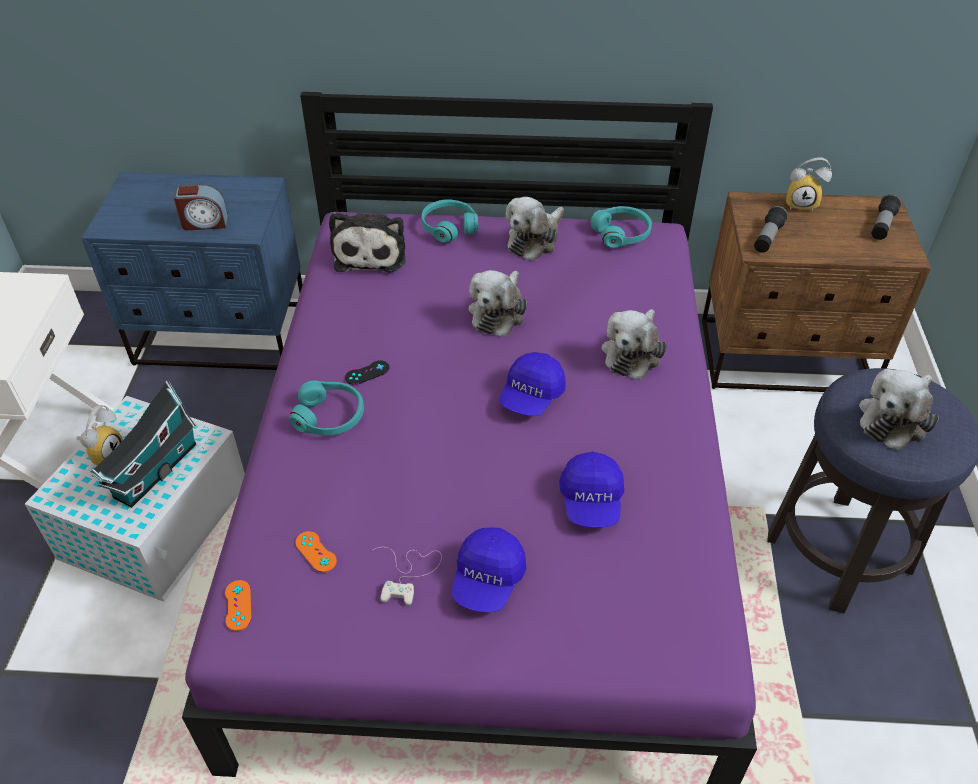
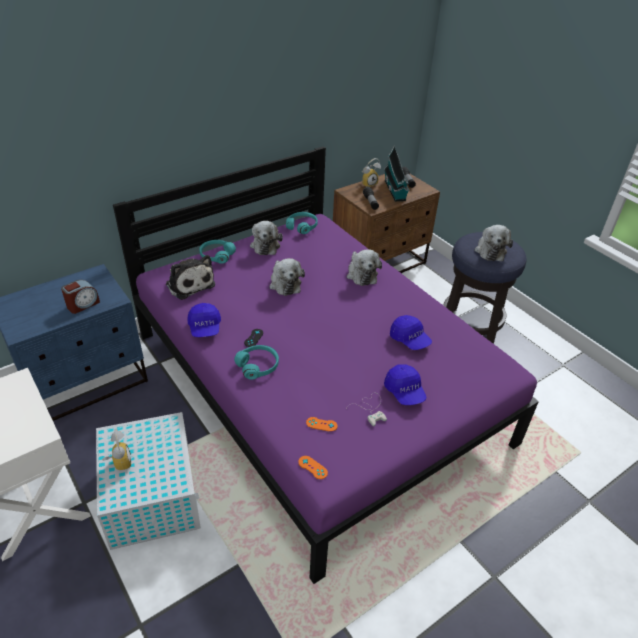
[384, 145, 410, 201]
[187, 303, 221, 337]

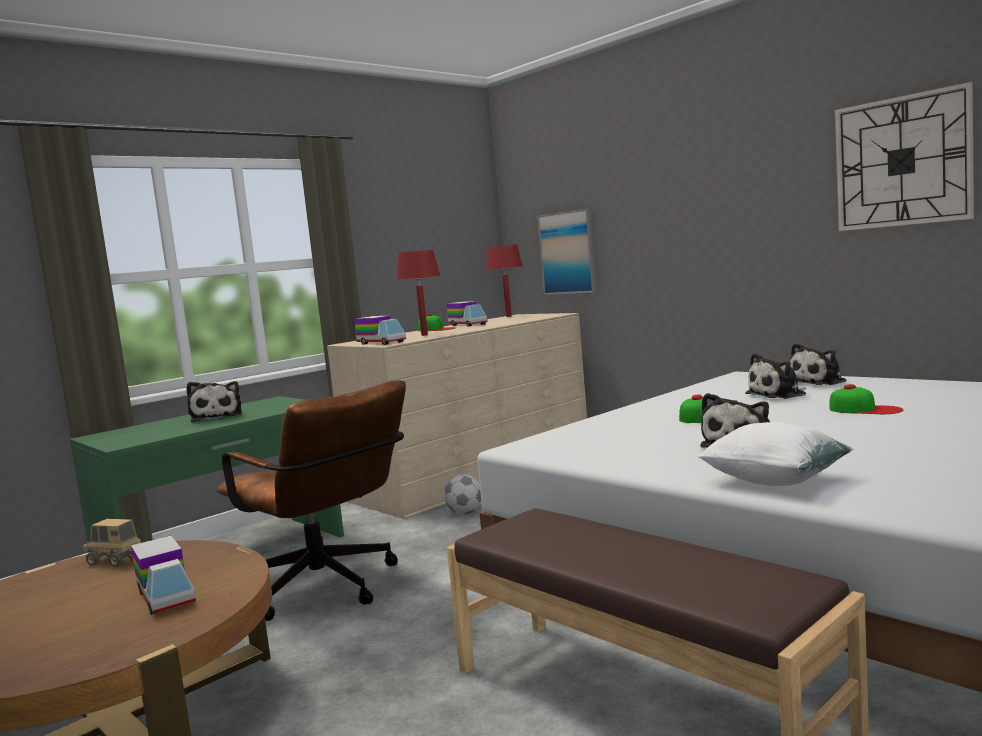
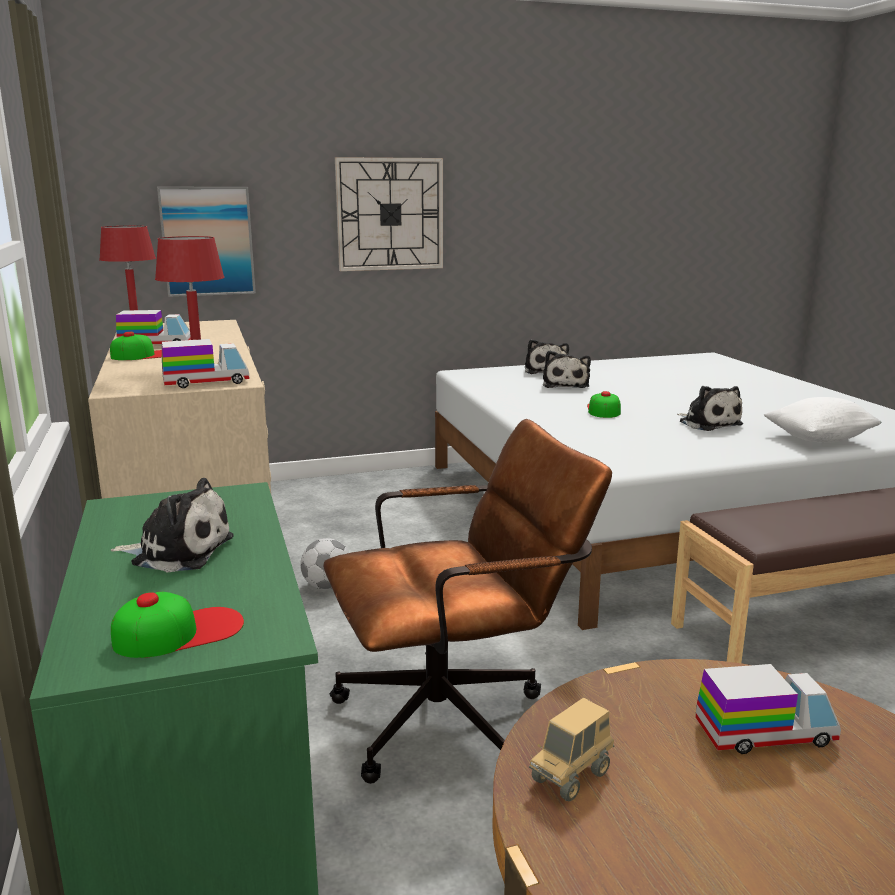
[111, 592, 244, 658]
[335, 157, 443, 271]

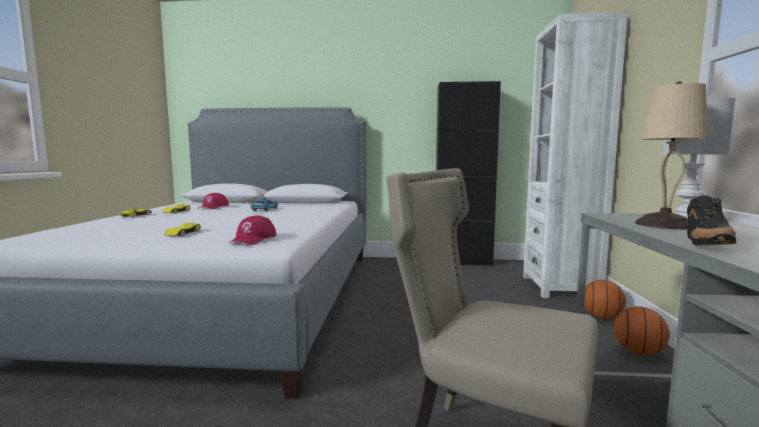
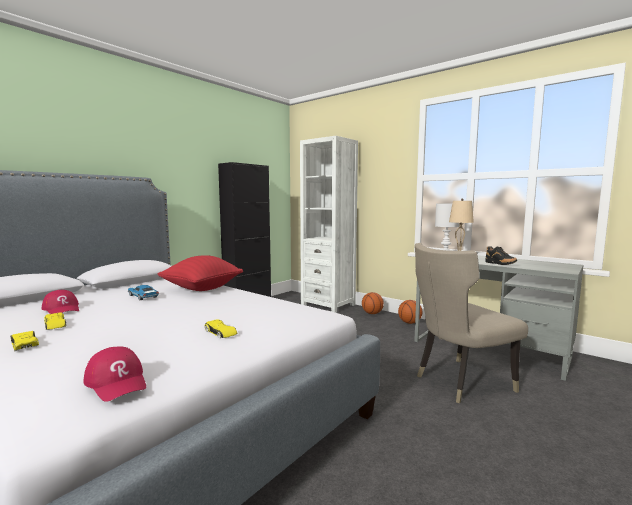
[84, 347, 146, 402]
[157, 255, 243, 291]

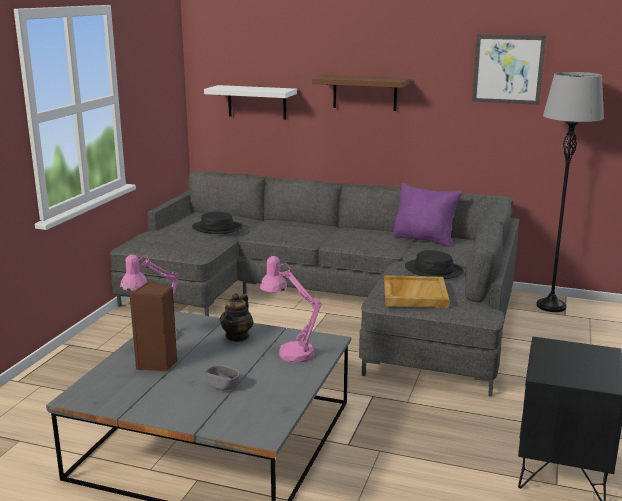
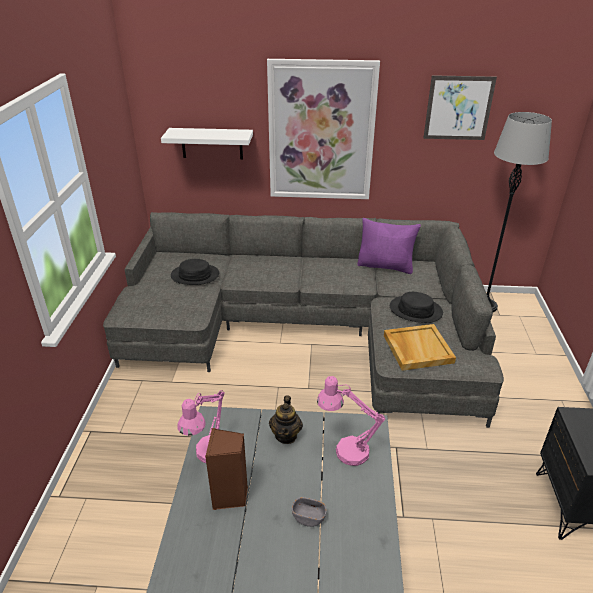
[267, 59, 380, 199]

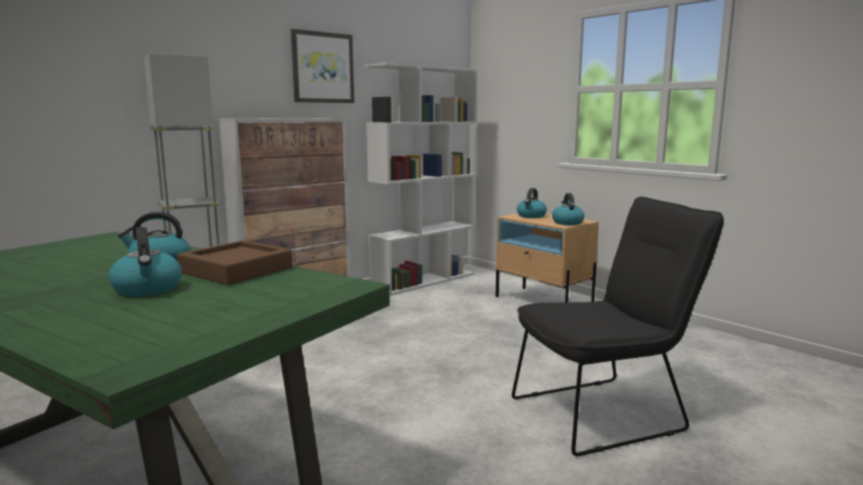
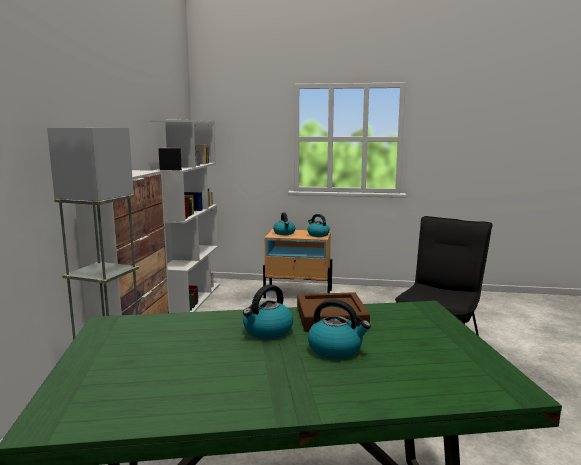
[291, 29, 354, 103] (first image)

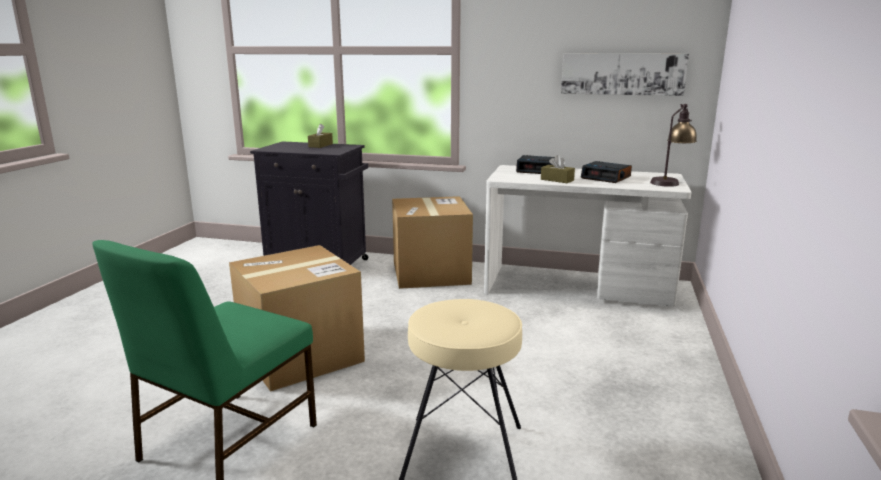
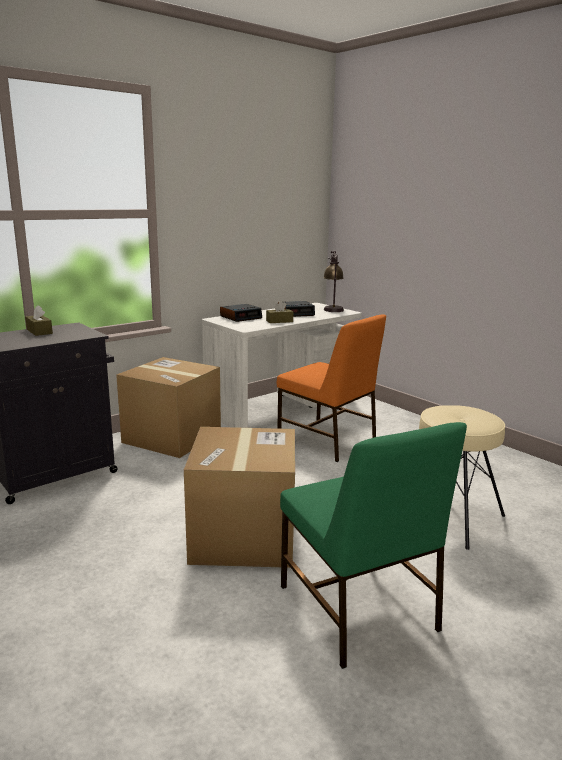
[561, 53, 689, 96] (first image)
[277, 314, 386, 462]

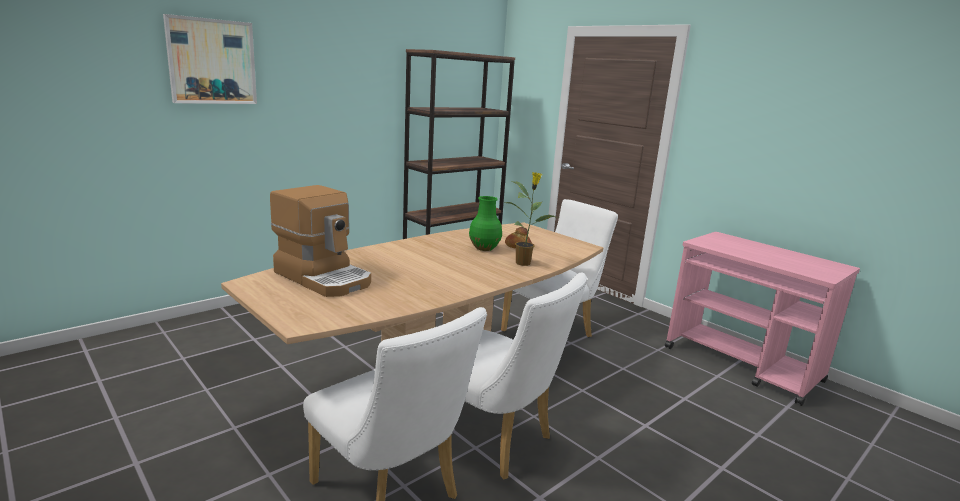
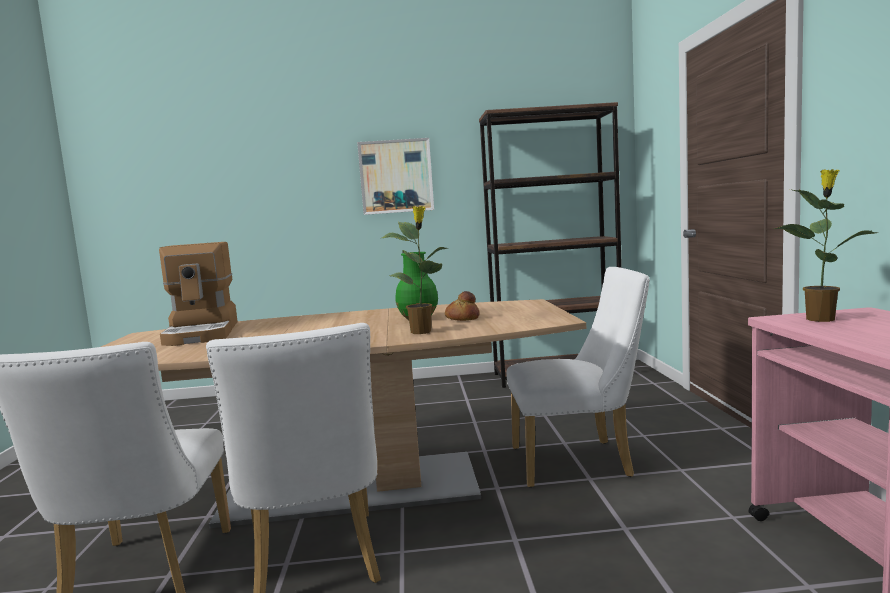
[357, 138, 434, 215]
[773, 169, 879, 322]

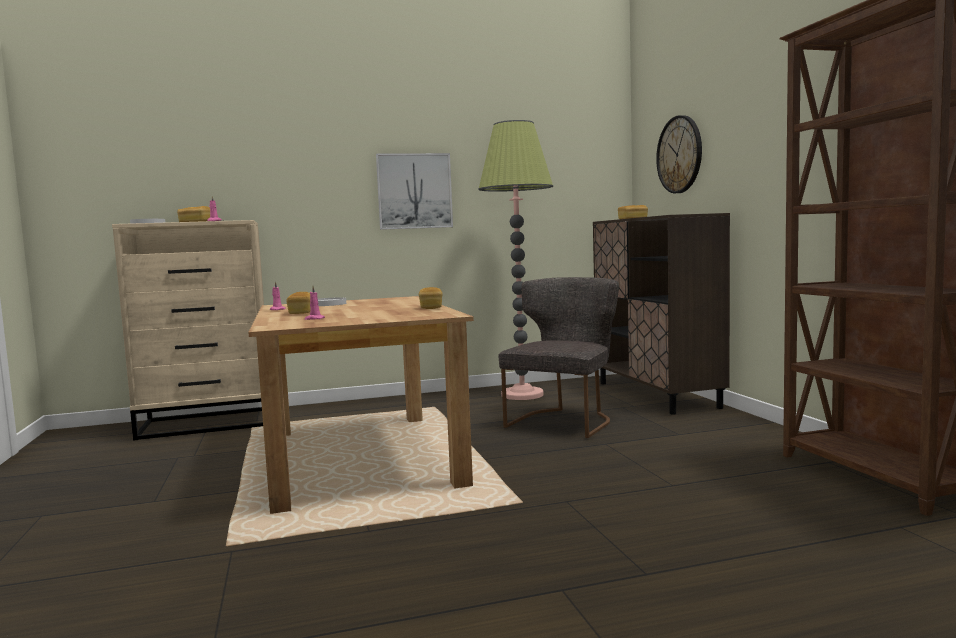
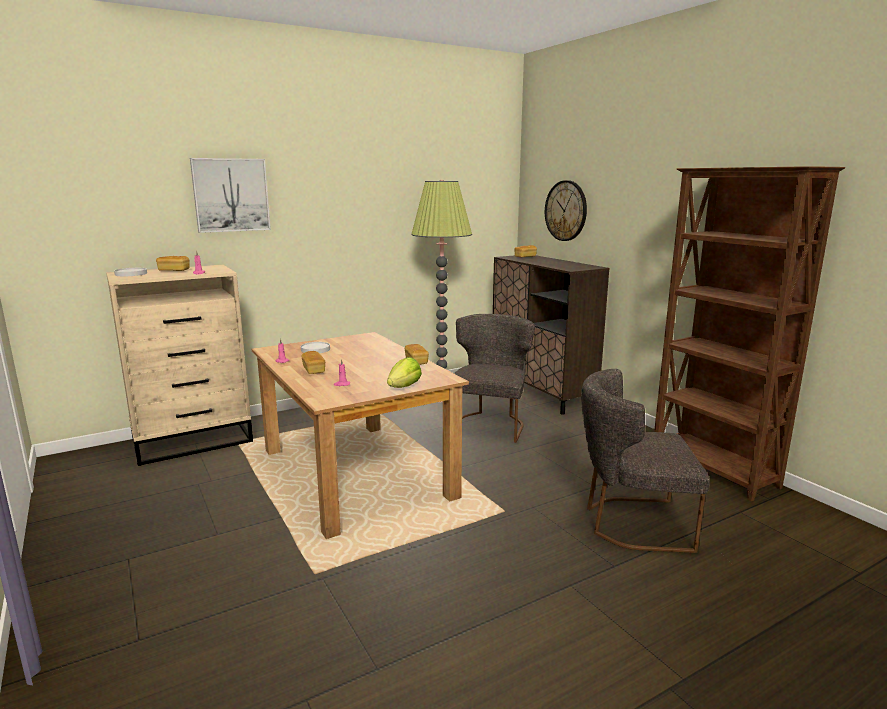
[190, 158, 271, 233]
[387, 357, 422, 388]
[581, 369, 710, 553]

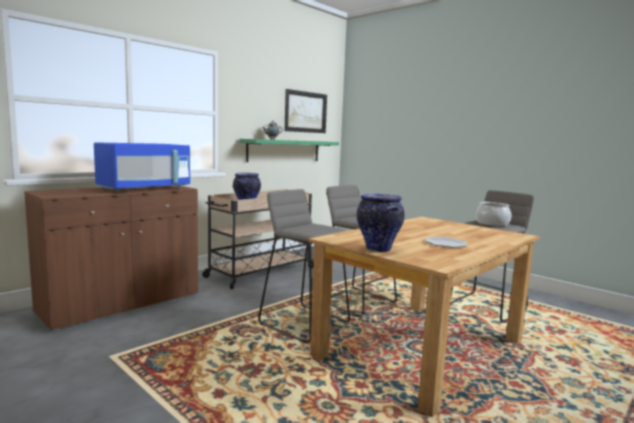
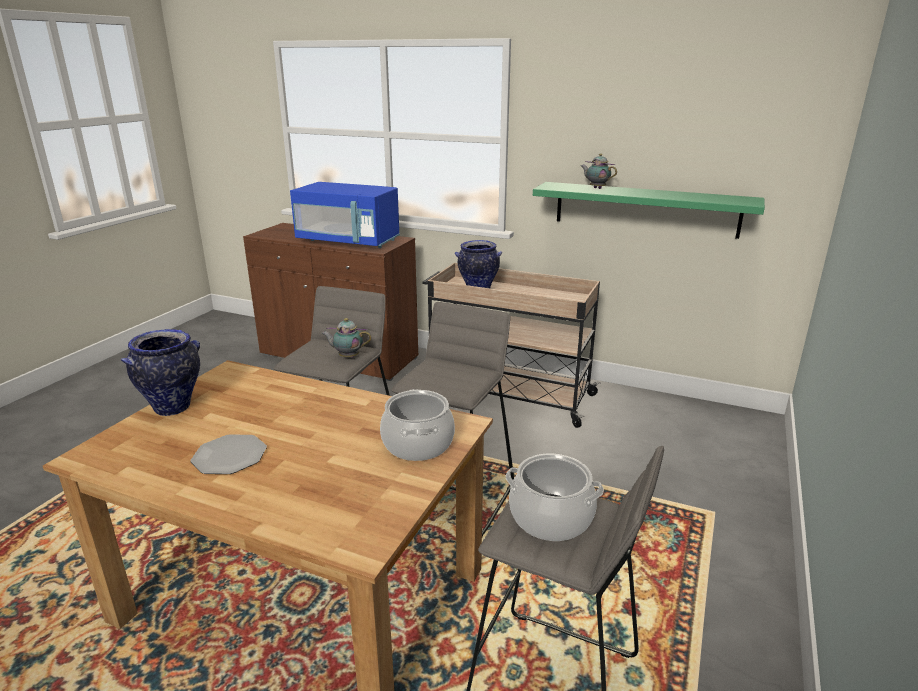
[285, 89, 327, 133] (first image)
[321, 318, 371, 358]
[380, 389, 455, 461]

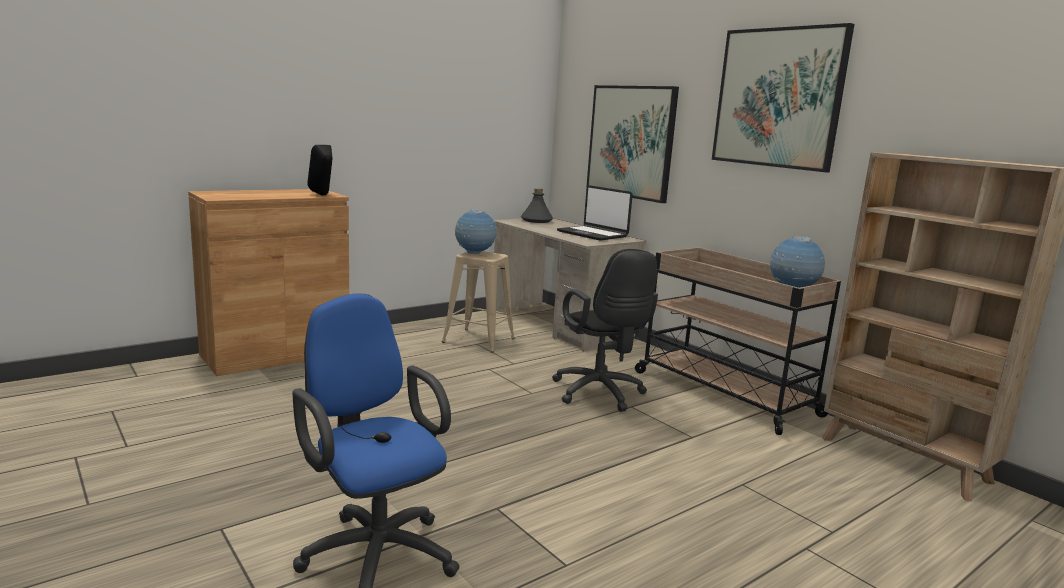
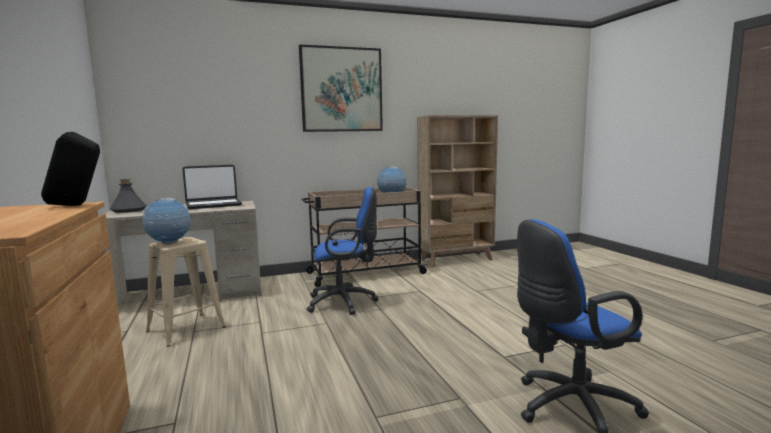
[307, 187, 379, 315]
[586, 85, 679, 203] (first image)

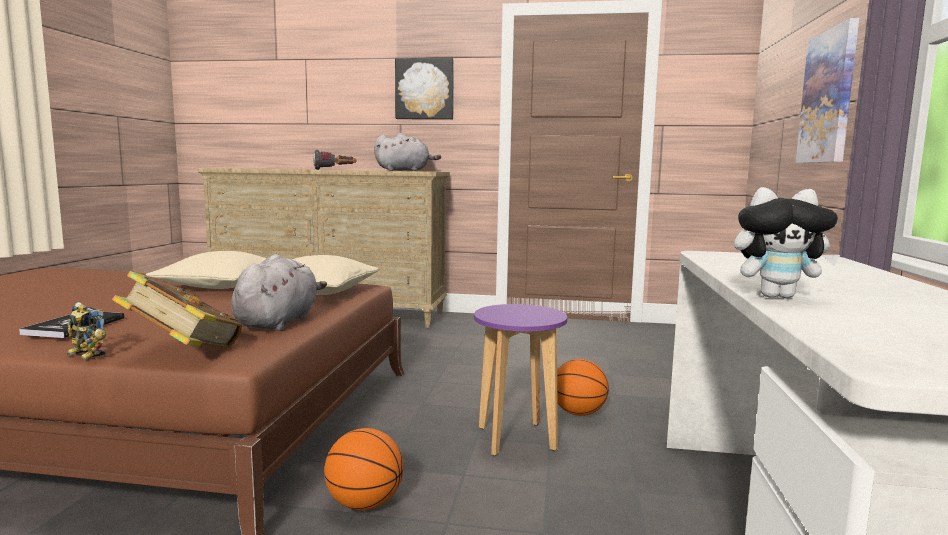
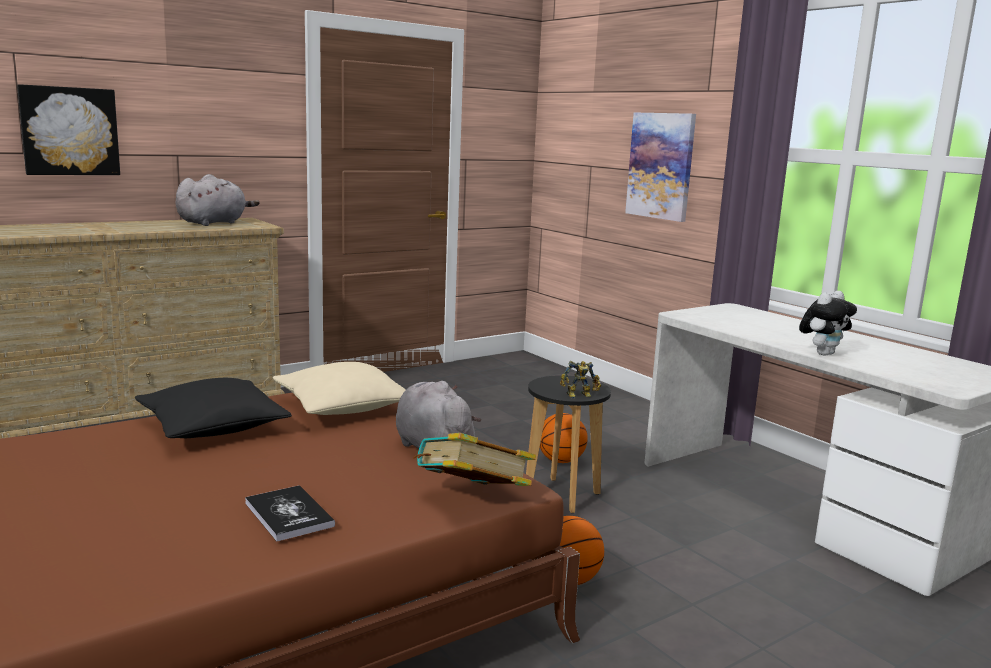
[560, 361, 601, 398]
[135, 378, 292, 438]
[313, 150, 356, 170] (first image)
[17, 84, 120, 175]
[526, 375, 611, 513]

